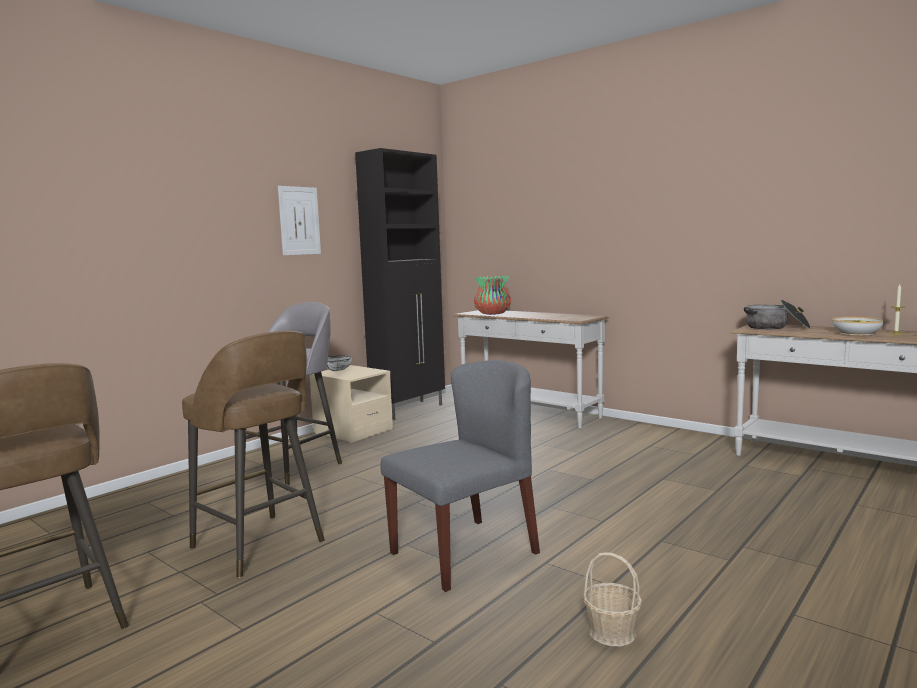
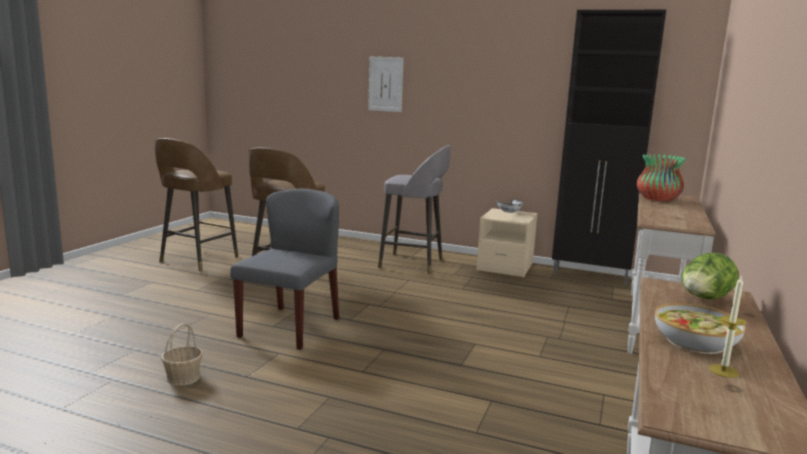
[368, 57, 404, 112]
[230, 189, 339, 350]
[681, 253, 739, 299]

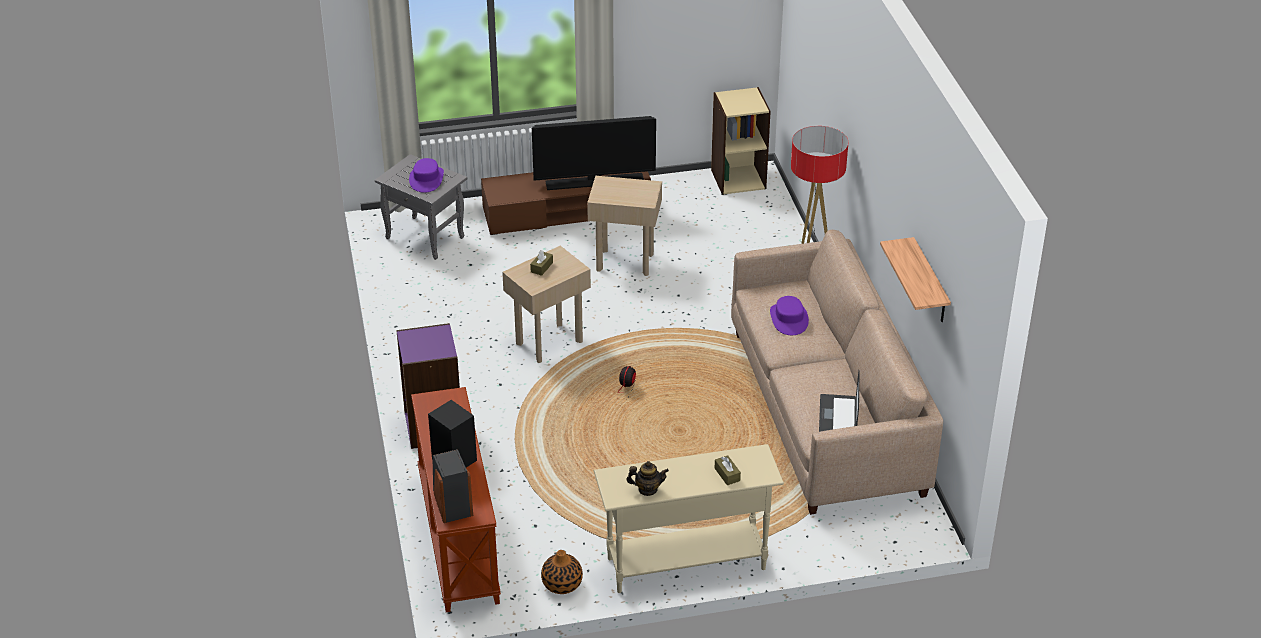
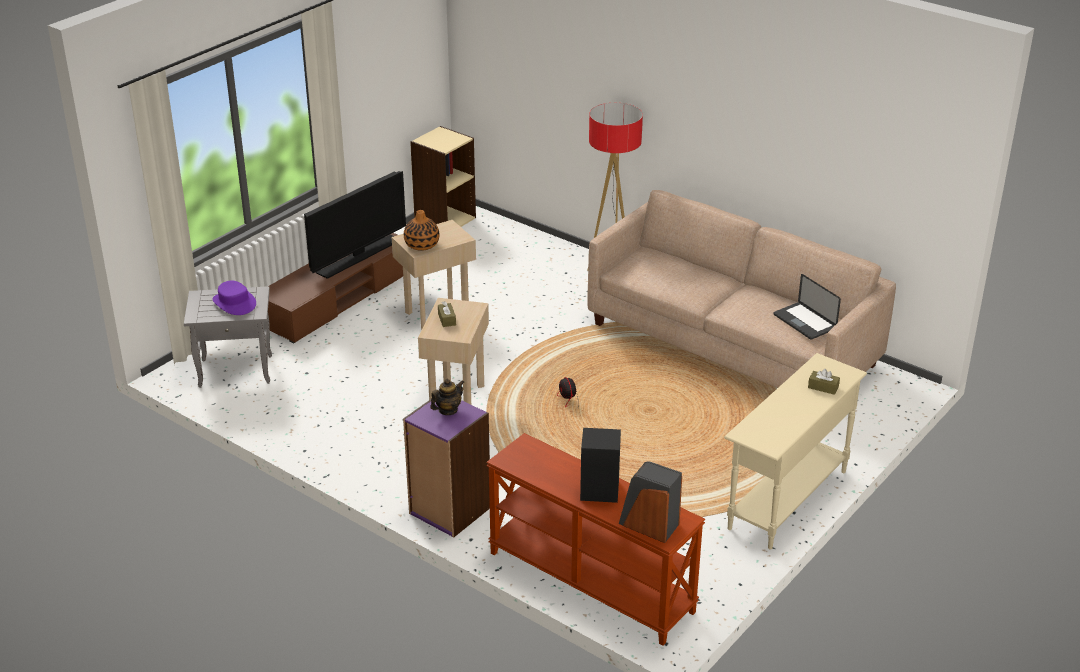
[404, 210, 439, 251]
[430, 379, 464, 415]
[770, 296, 809, 335] (first image)
[880, 237, 951, 322] (first image)

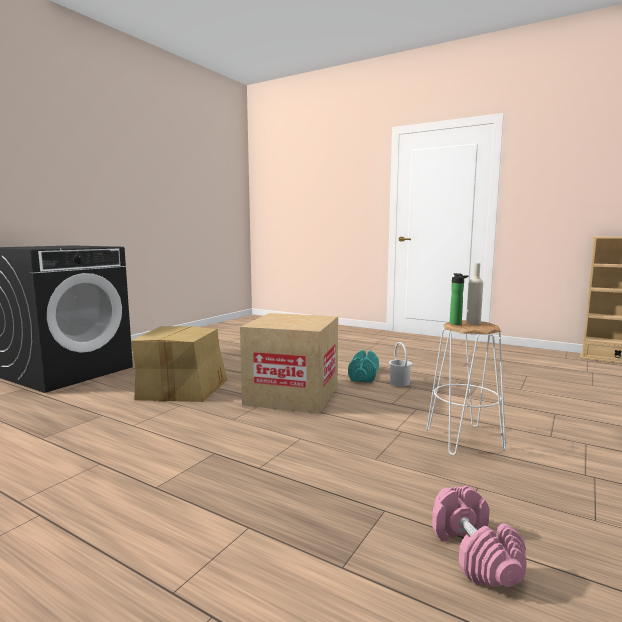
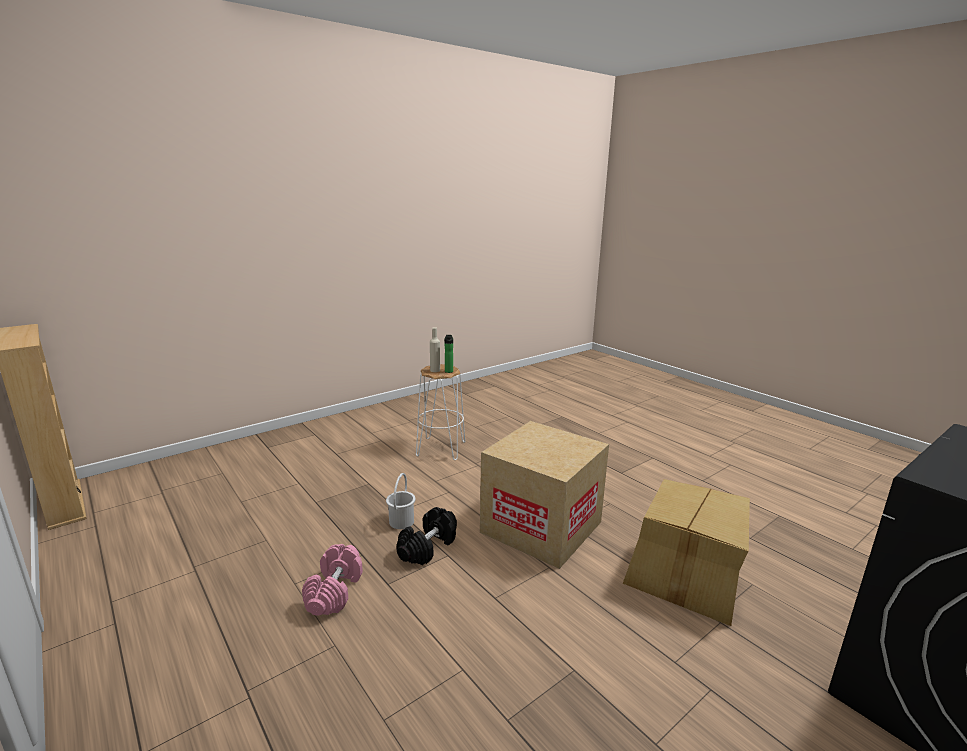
[396, 507, 457, 565]
[302, 544, 363, 616]

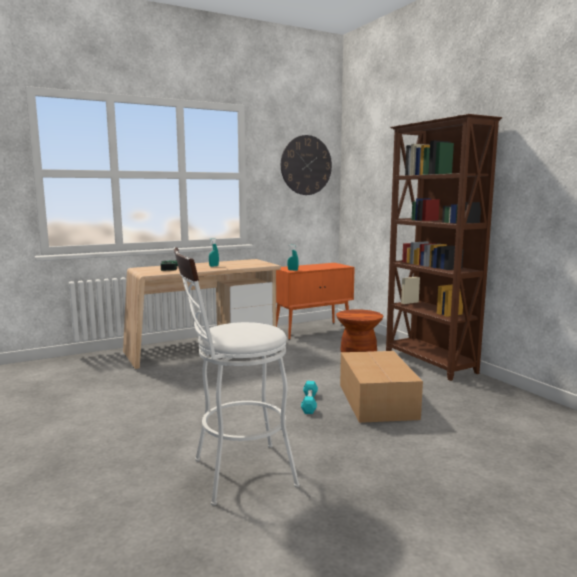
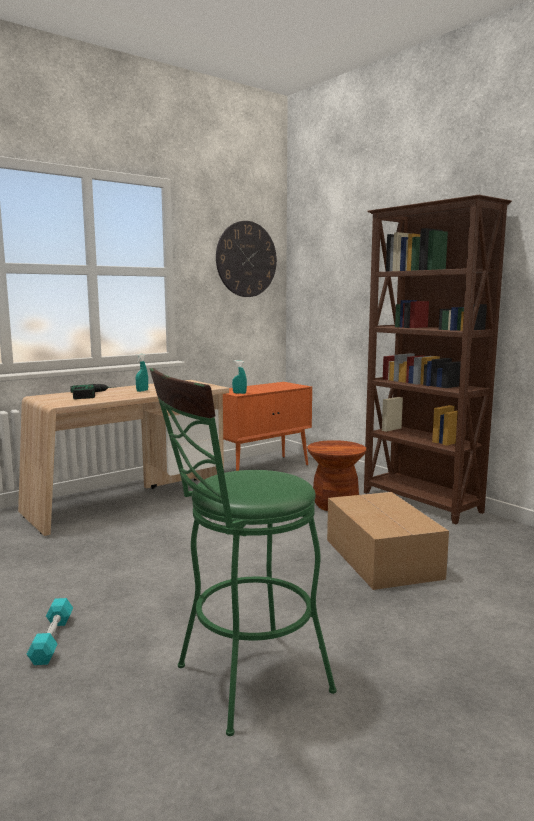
[150, 368, 337, 736]
[27, 598, 73, 665]

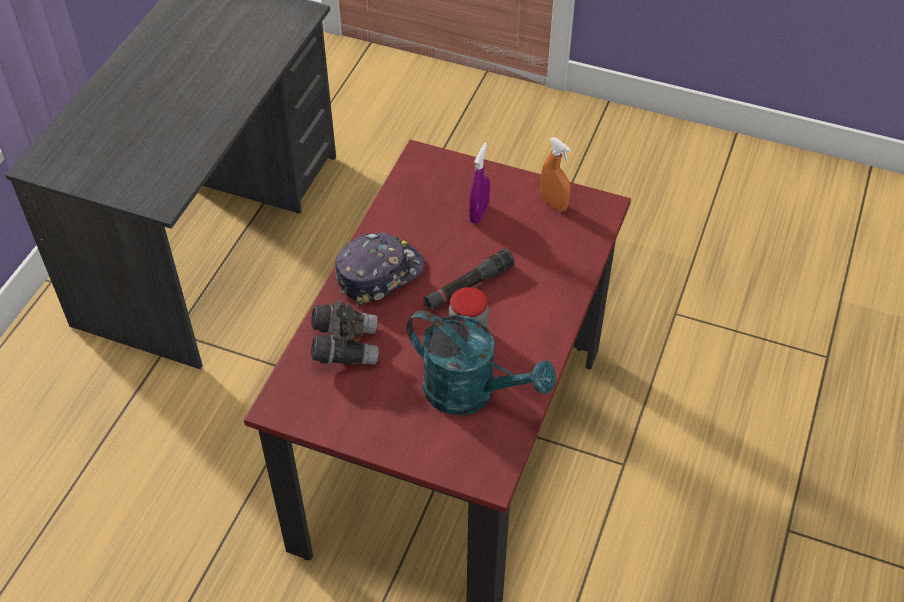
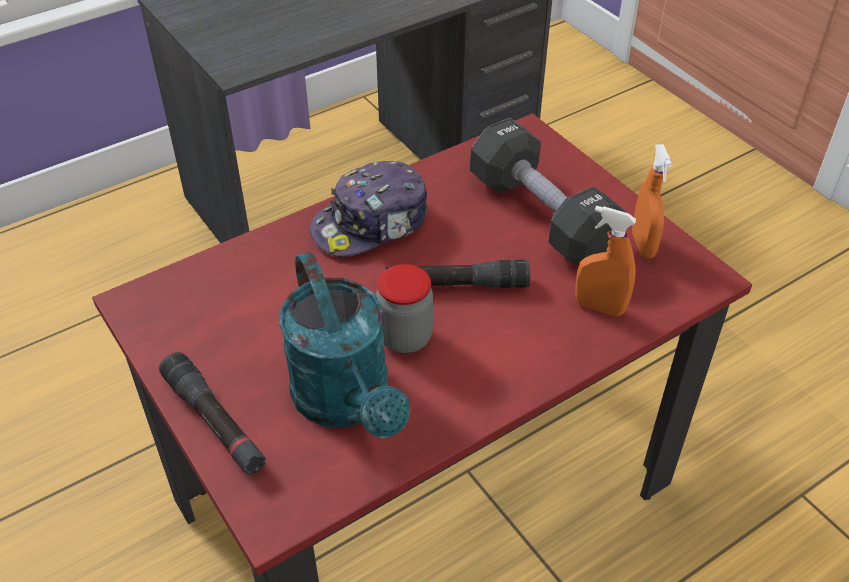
[311, 301, 379, 365] (first image)
[310, 161, 427, 257]
[470, 118, 627, 266]
[159, 352, 266, 475]
[575, 206, 637, 316]

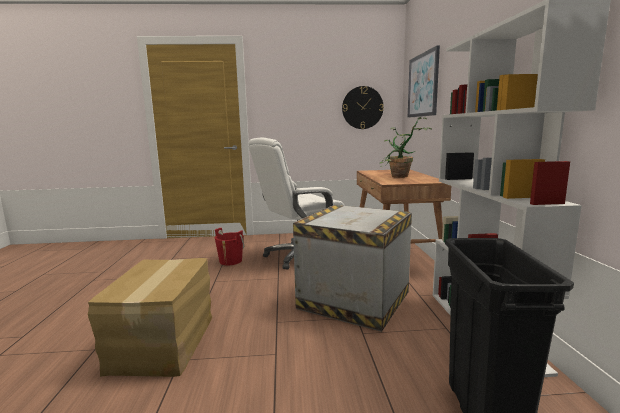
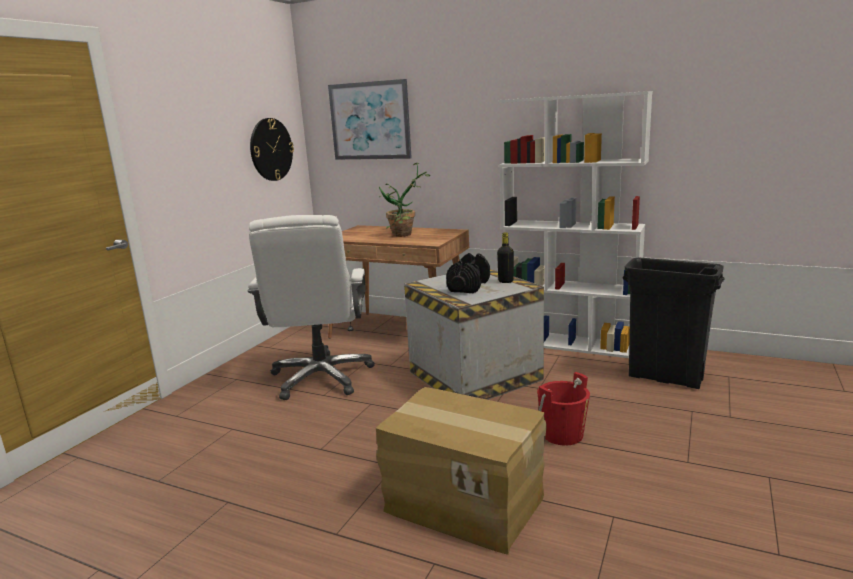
[537, 372, 590, 445]
[446, 253, 490, 293]
[497, 232, 514, 283]

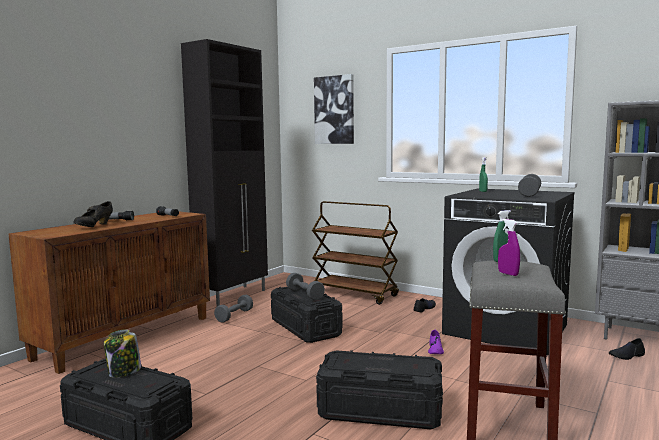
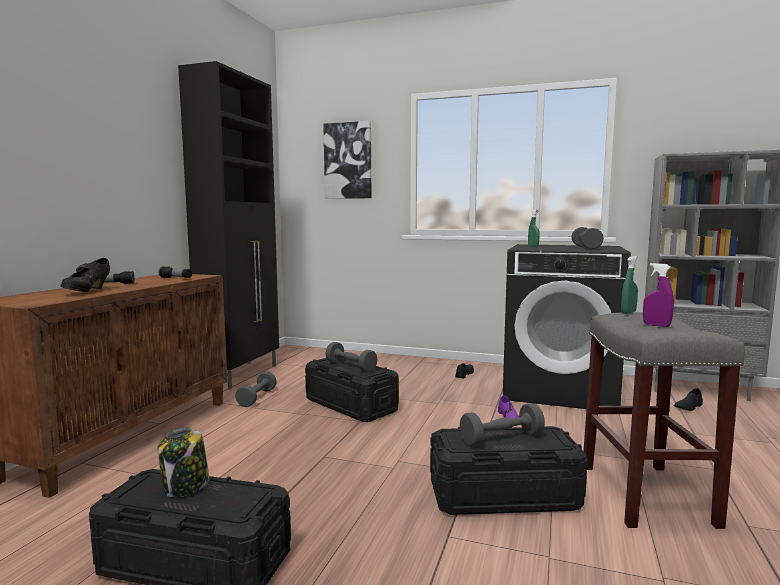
[312, 201, 399, 305] (first image)
[460, 403, 545, 447]

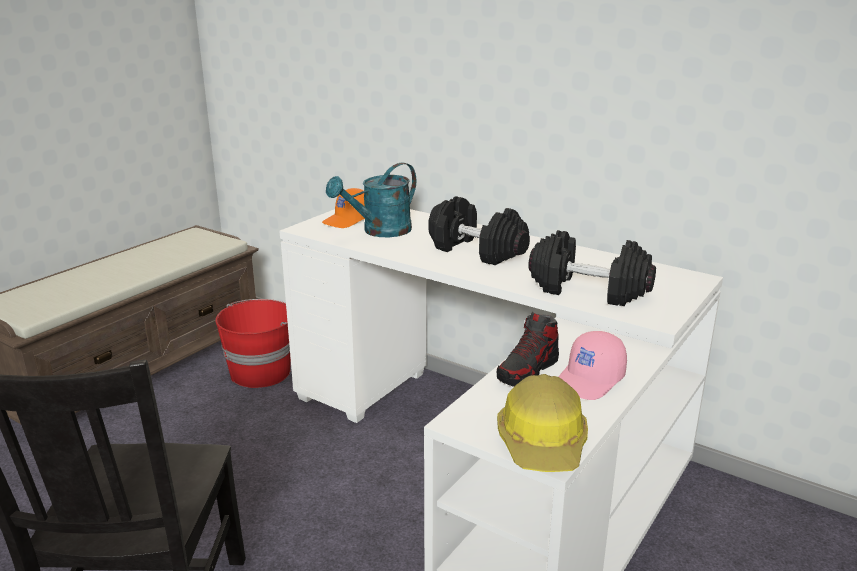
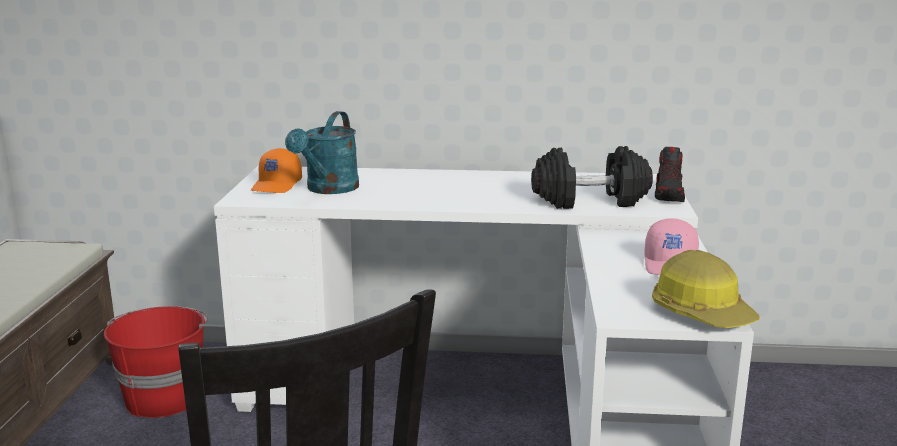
[428, 196, 530, 265] (first image)
[655, 147, 685, 202]

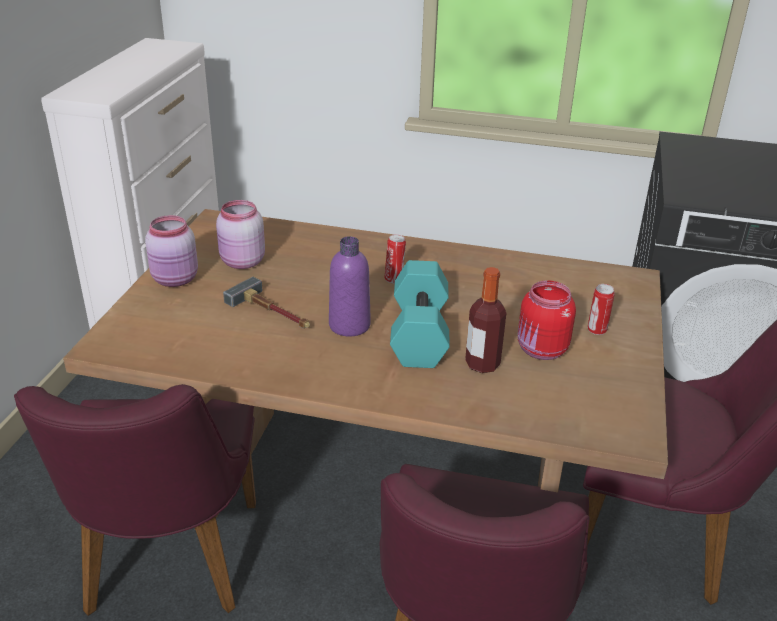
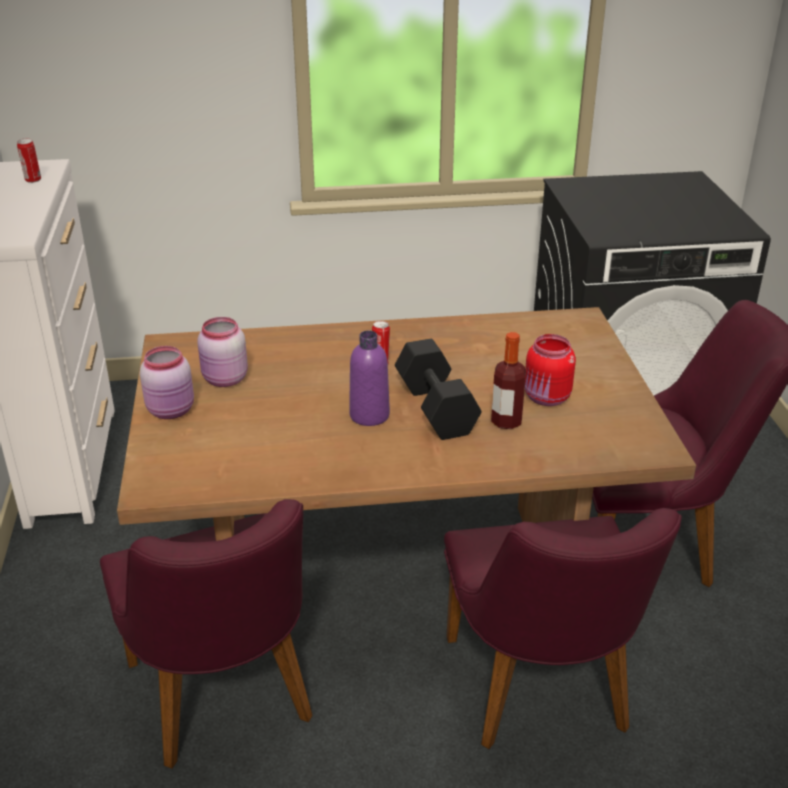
[223, 277, 310, 329] (first image)
[395, 339, 482, 440]
[17, 138, 41, 183]

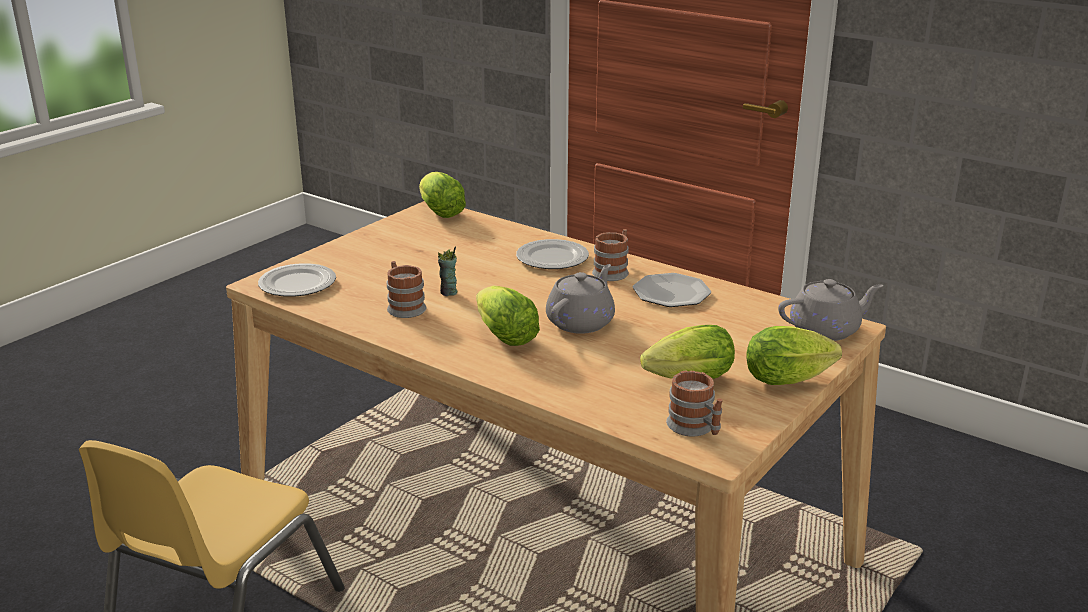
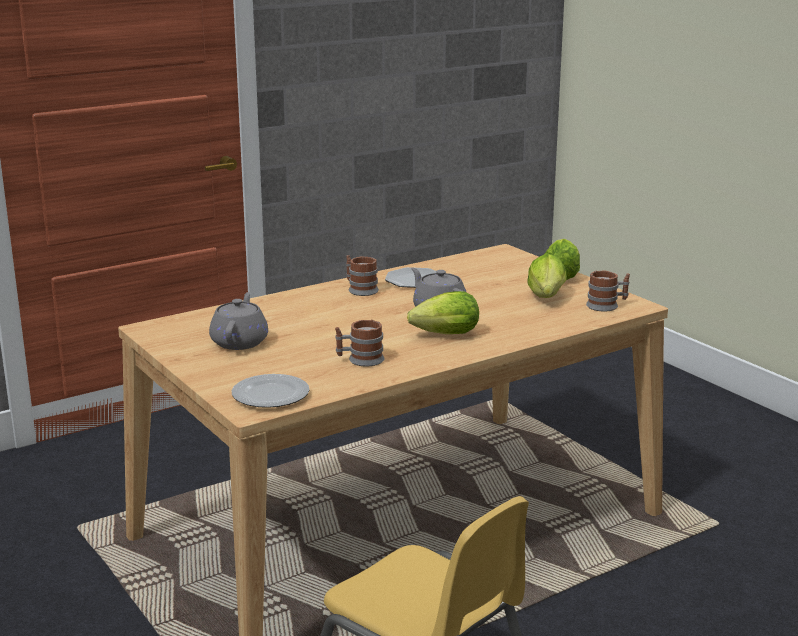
[419, 172, 466, 218] (first image)
[438, 246, 458, 296] (first image)
[516, 239, 589, 269] (first image)
[209, 292, 268, 350]

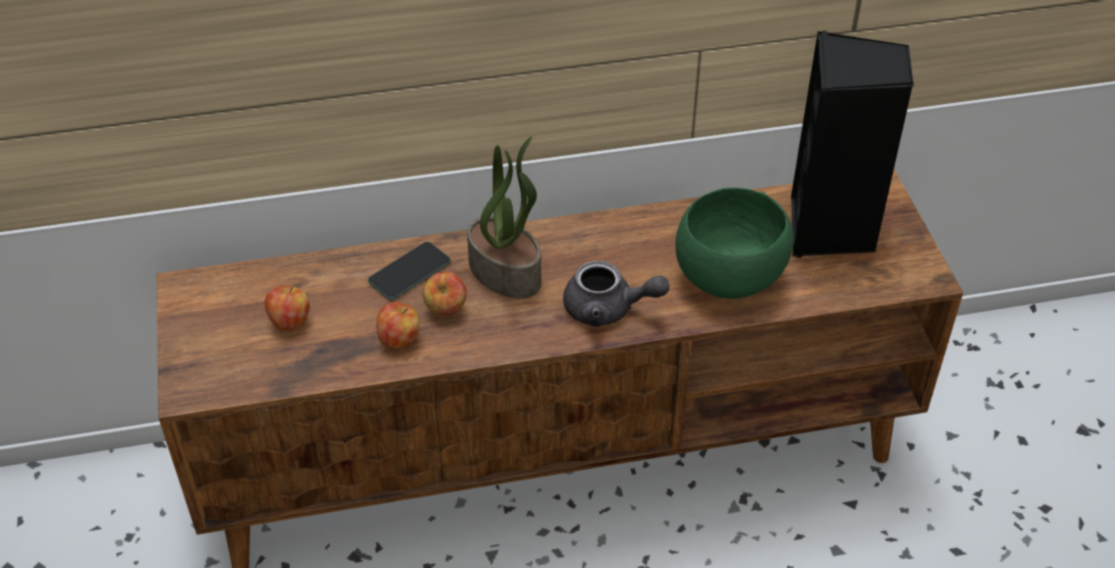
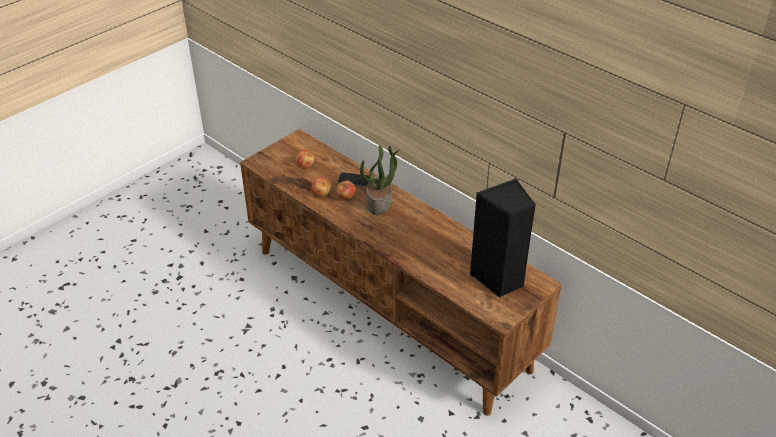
[563, 260, 669, 327] (first image)
[675, 187, 793, 299] (first image)

